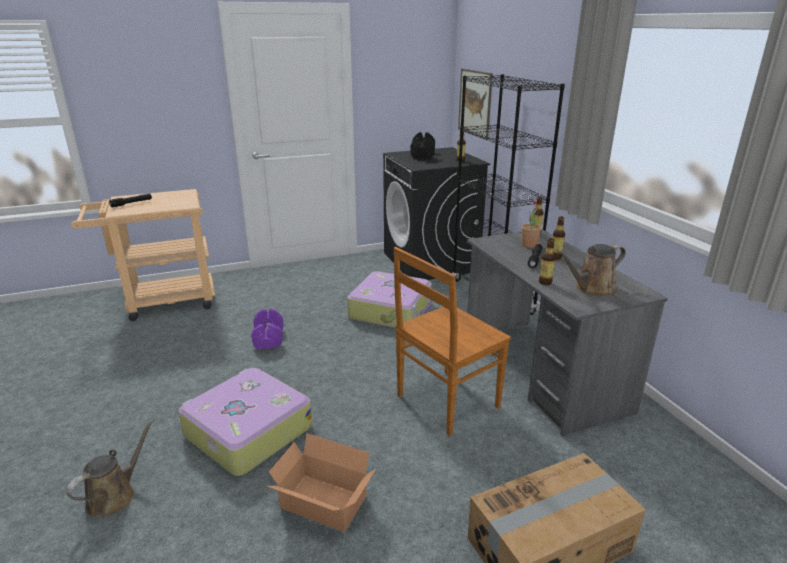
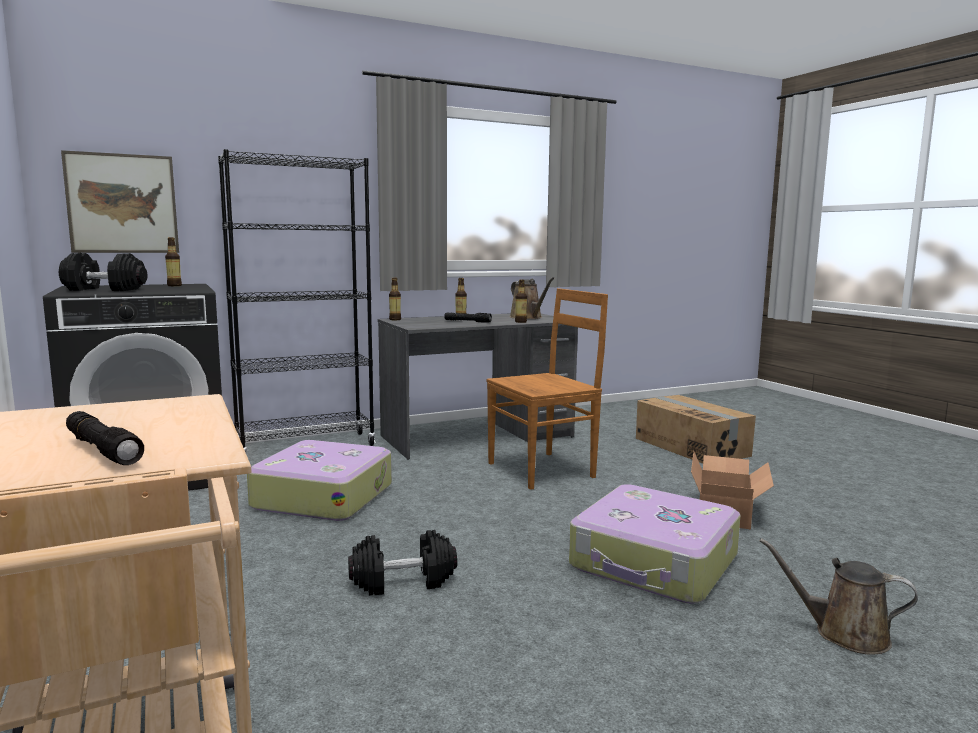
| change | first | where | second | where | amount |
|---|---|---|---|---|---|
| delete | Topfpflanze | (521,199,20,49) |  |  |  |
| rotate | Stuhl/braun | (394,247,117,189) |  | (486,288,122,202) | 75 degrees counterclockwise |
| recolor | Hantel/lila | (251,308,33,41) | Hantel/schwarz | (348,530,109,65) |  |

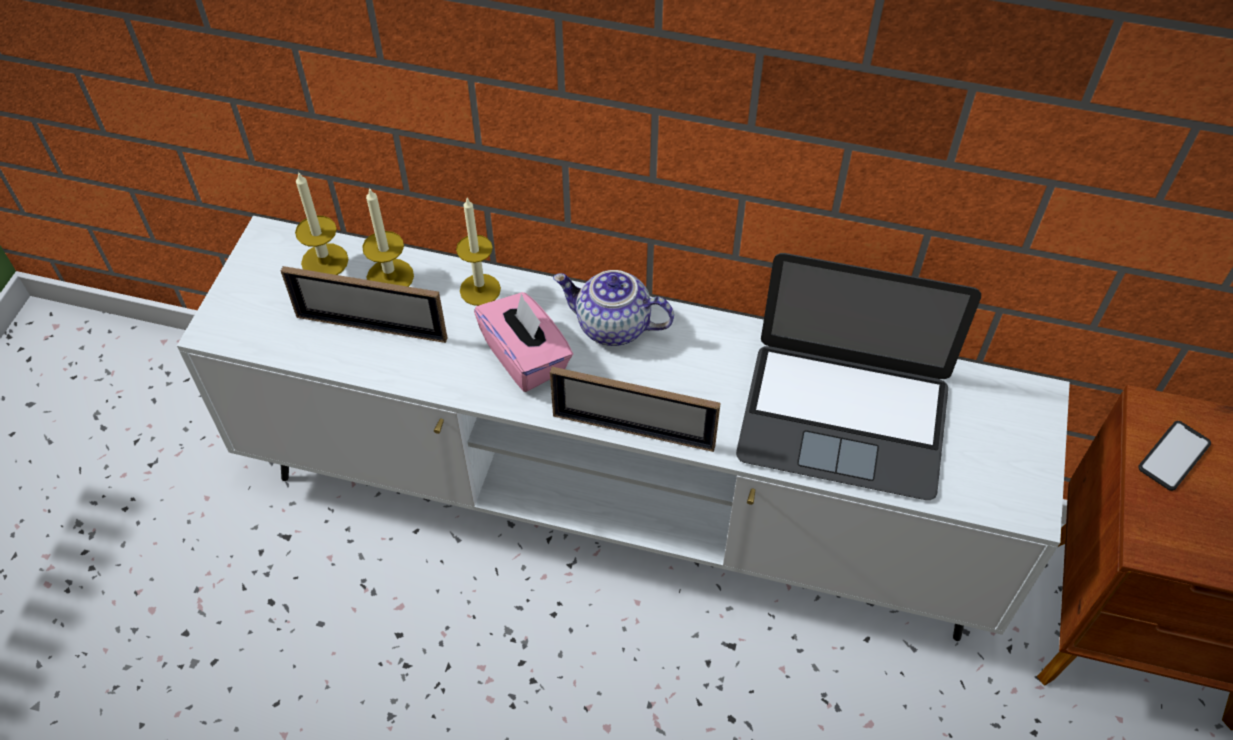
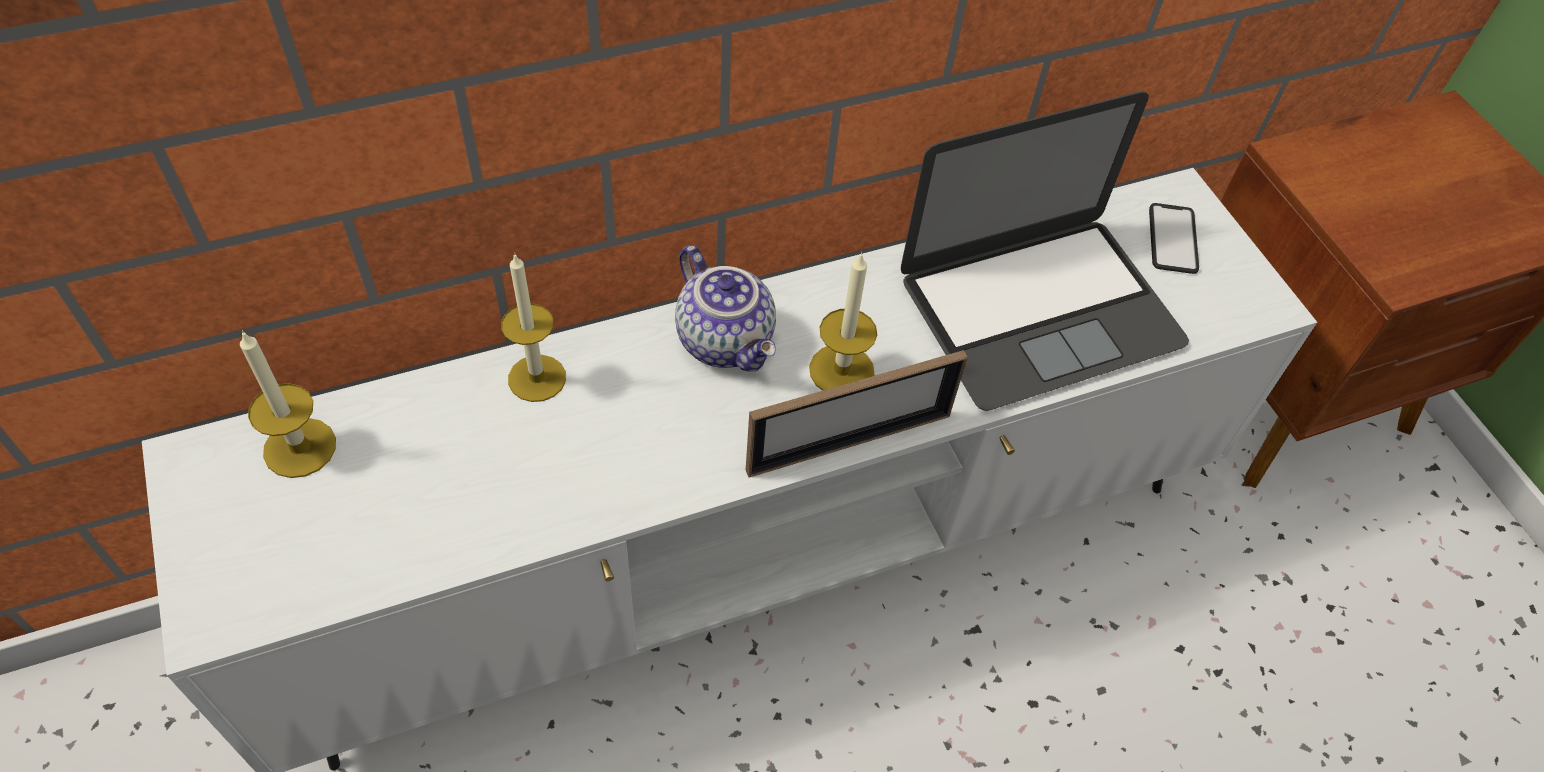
| change | first | where | second | where | amount |
|---|---|---|---|---|---|
| move | Kerze | (362,187,52,100) |  | (809,252,68,139) |  |
| delete | Bilderrahmen | (281,266,166,77) |  |  |  |
| rotate | Teekanne | (553,270,121,76) |  | (675,245,101,127) | 105 degrees counterclockwise |
| delete | Taschentuchbox/rosa | (474,292,99,100) |  |  |  |
| move | Handy | (1138,421,73,70) |  | (1149,203,50,71) |  |

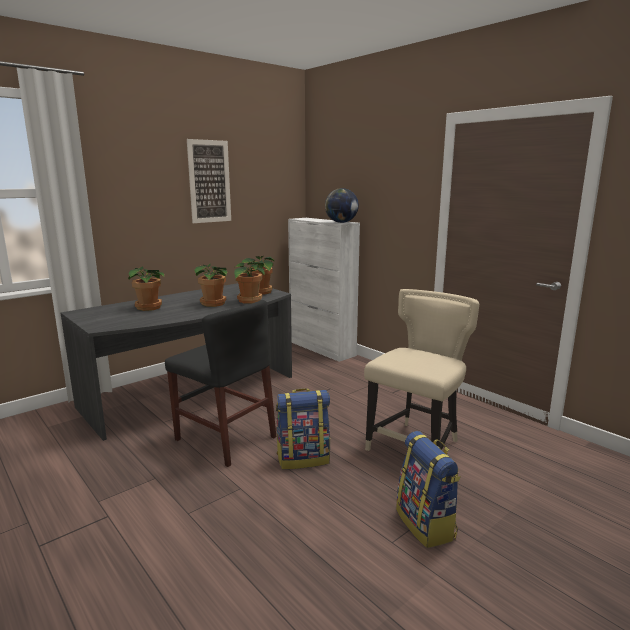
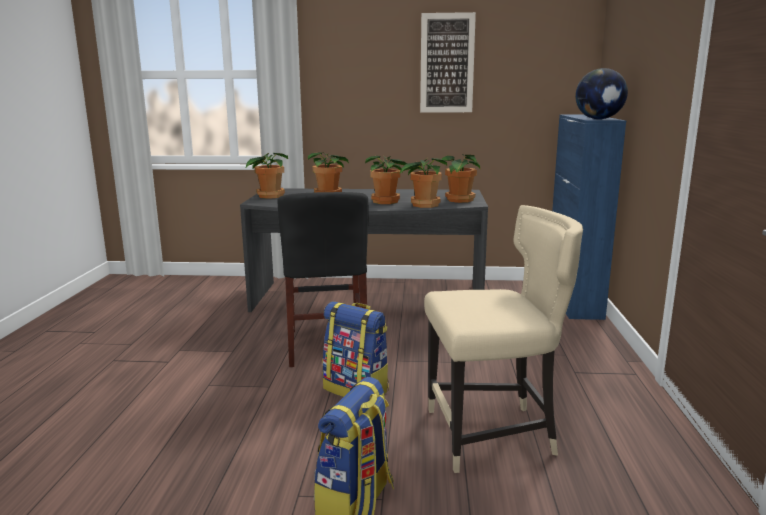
| change | first | where | second | where | amount |
|---|---|---|---|---|---|
| recolor | Schrank/weiß | (288,218,72,144) | Schrank/blau | (552,115,74,205) |  |
| insert |  |  | Topfpflanze | (246,153,42,46) |  |

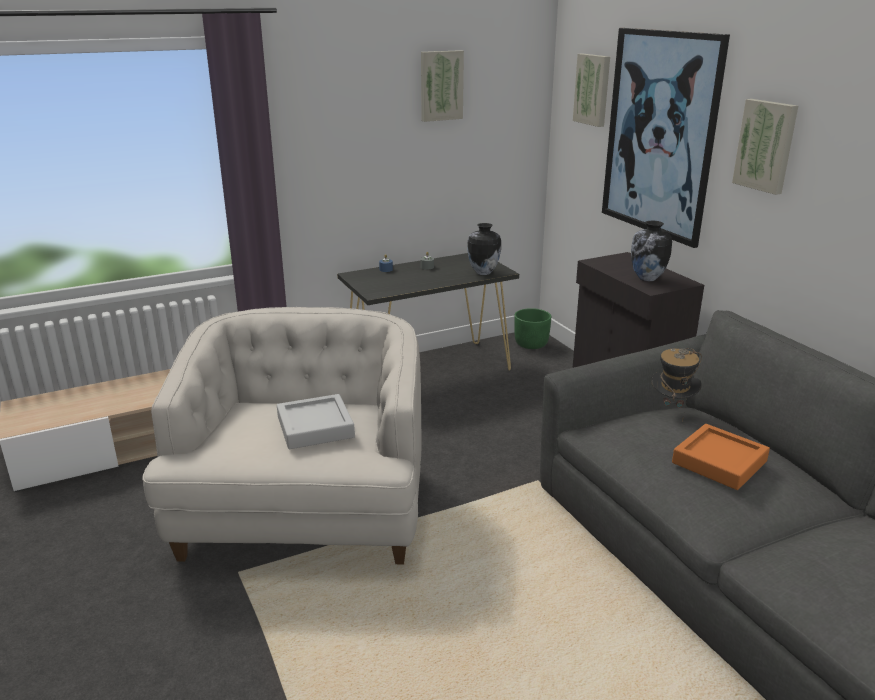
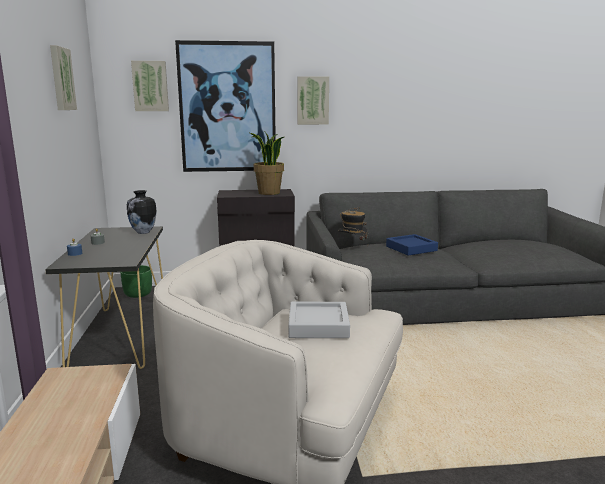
| change | first | where | second | where | amount |
|---|---|---|---|---|---|
| replace | Vase | (631,221,41,60) | Topfpflanze | (250,132,34,63) |  |
| recolor | Tablett/orange | (672,424,98,66) | Tablett/blau | (386,234,52,22) |  |

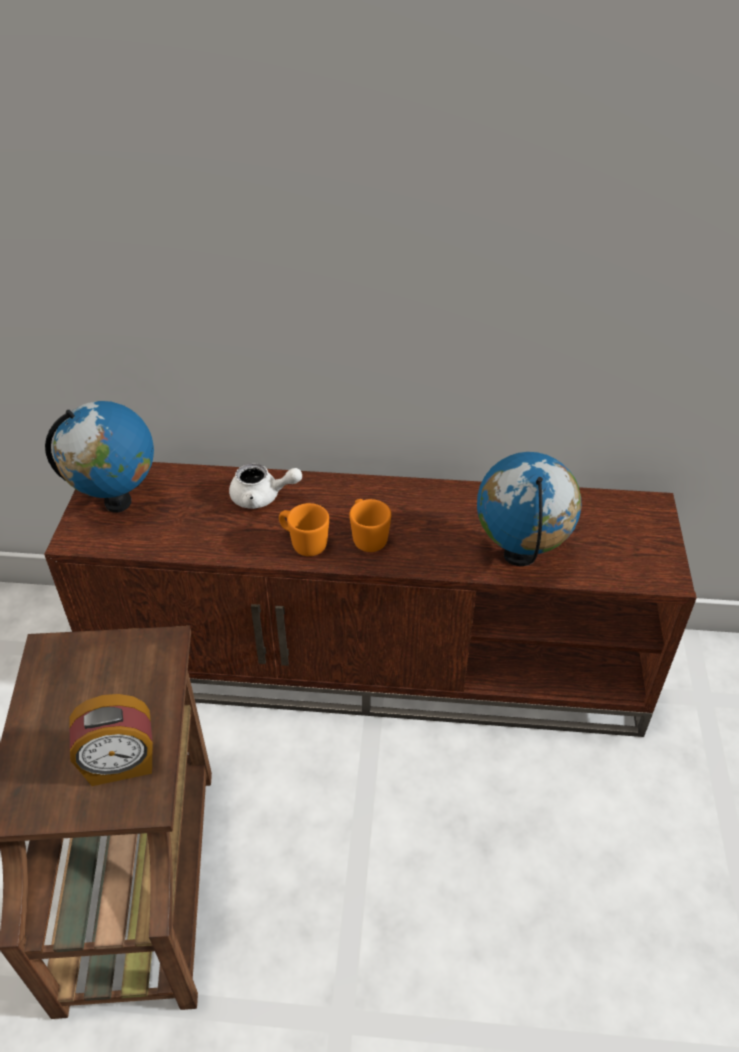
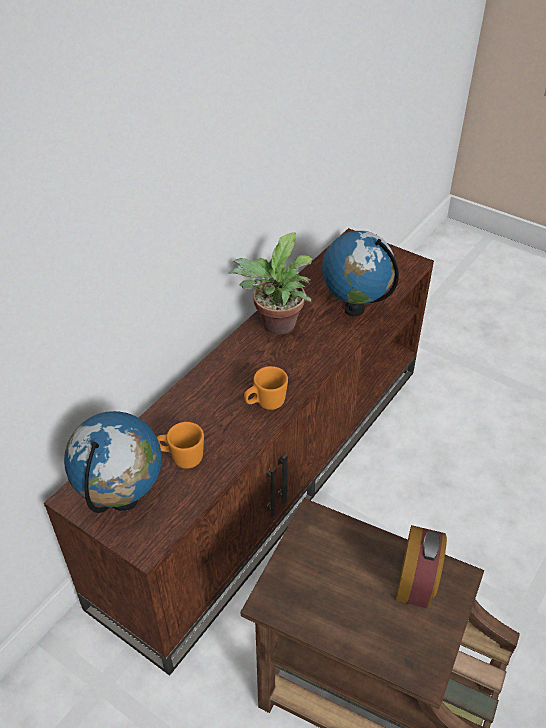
| change | first | where | second | where | amount |
|---|---|---|---|---|---|
| delete | Teekanne/weiß | (229,463,73,46) |  |  |  |
| move | Henkelbecher/orange | (349,499,42,53) |  | (157,422,47,47) |  |
| insert |  |  | Topfpflanze | (228,232,85,103) |  |

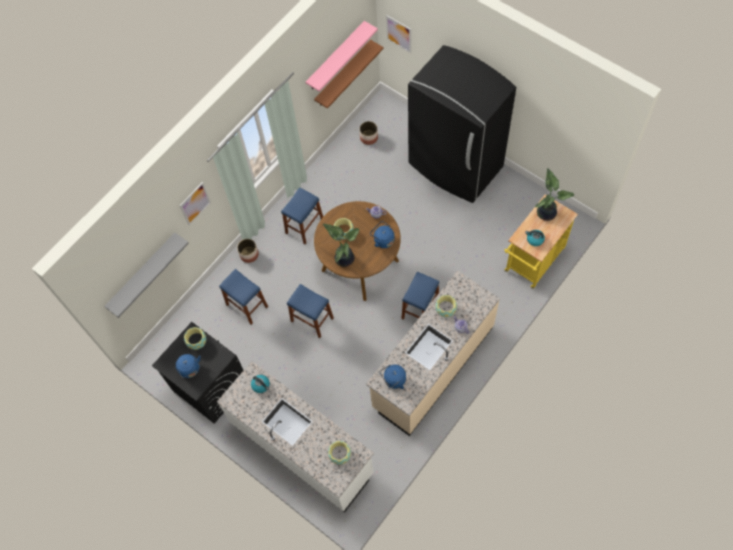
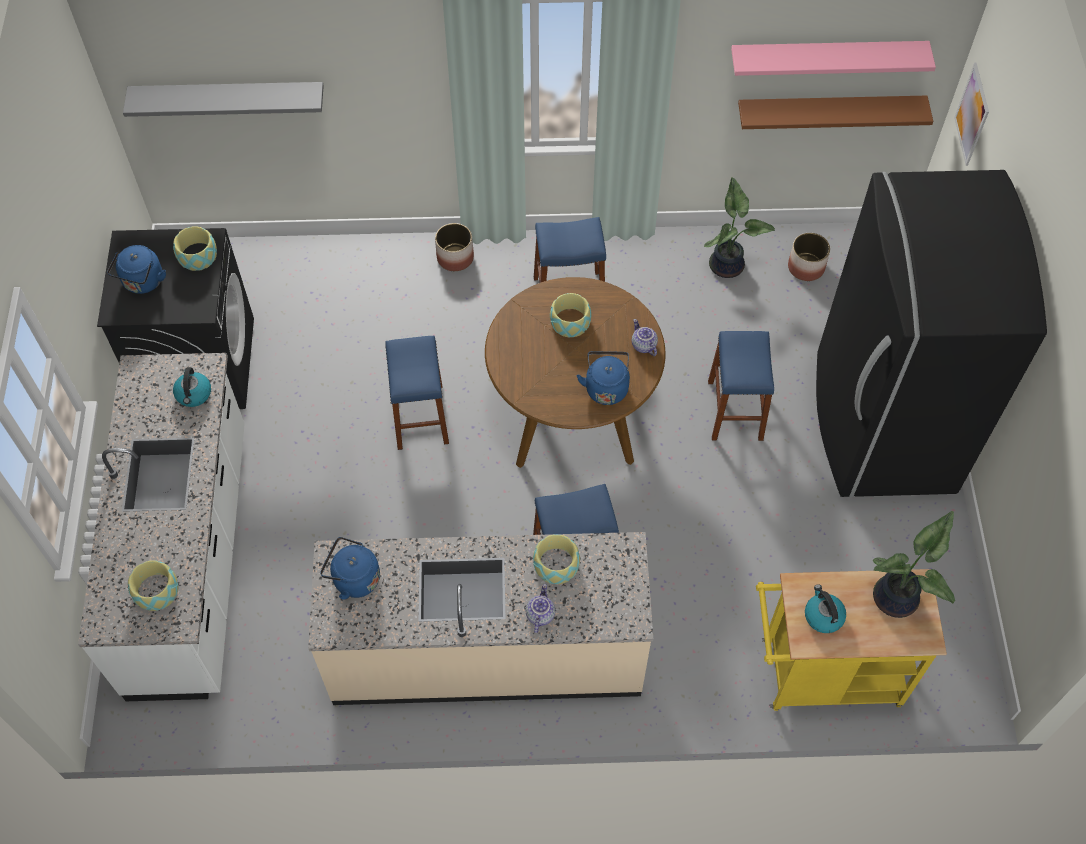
| change | first | where | second | where | amount |
|---|---|---|---|---|---|
| delete | Bild | (180,182,31,43) |  |  |  |
| move | Topfpflanze | (323,224,36,43) |  | (704,177,71,101) |  |
| move | Hocker/blau | (219,269,49,56) |  | (708,331,66,110) |  |

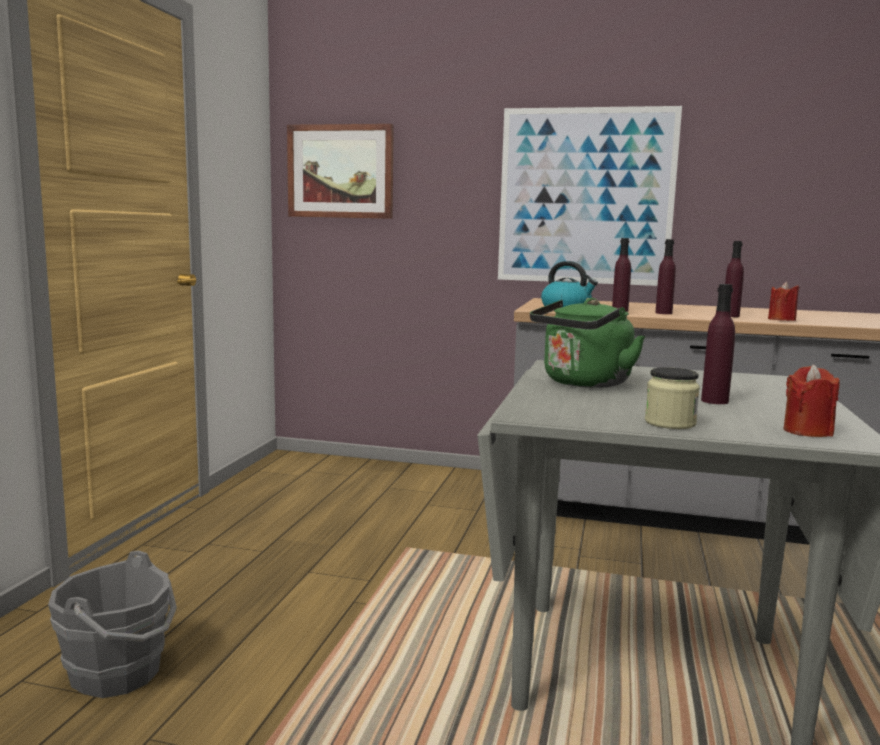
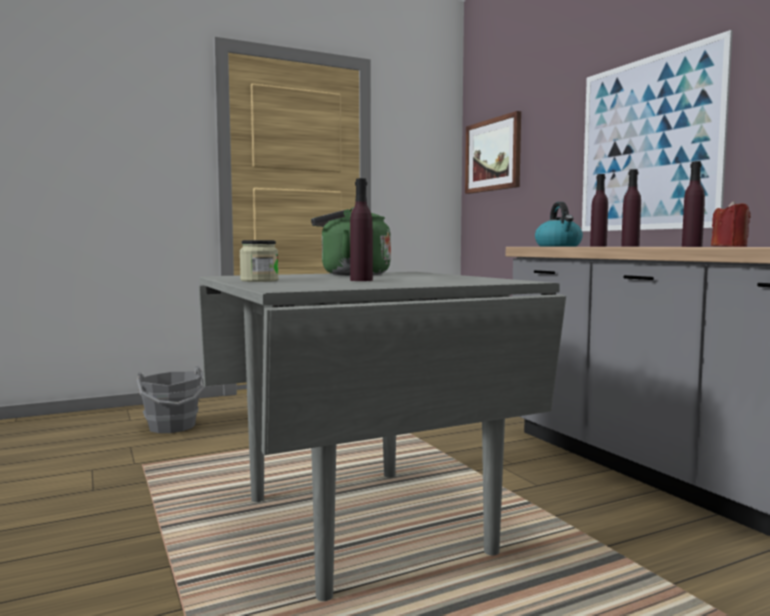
| change | first | where | second | where | amount |
|---|---|---|---|---|---|
| delete | Kerze/rot | (784,364,56,73) |  |  |  |

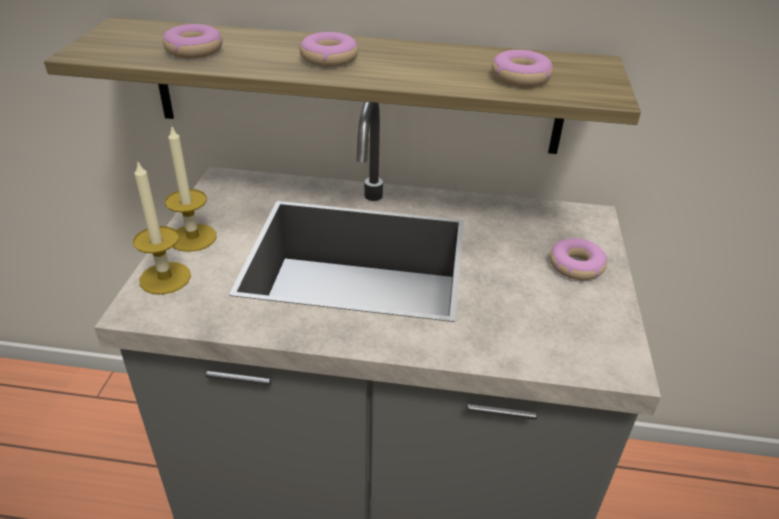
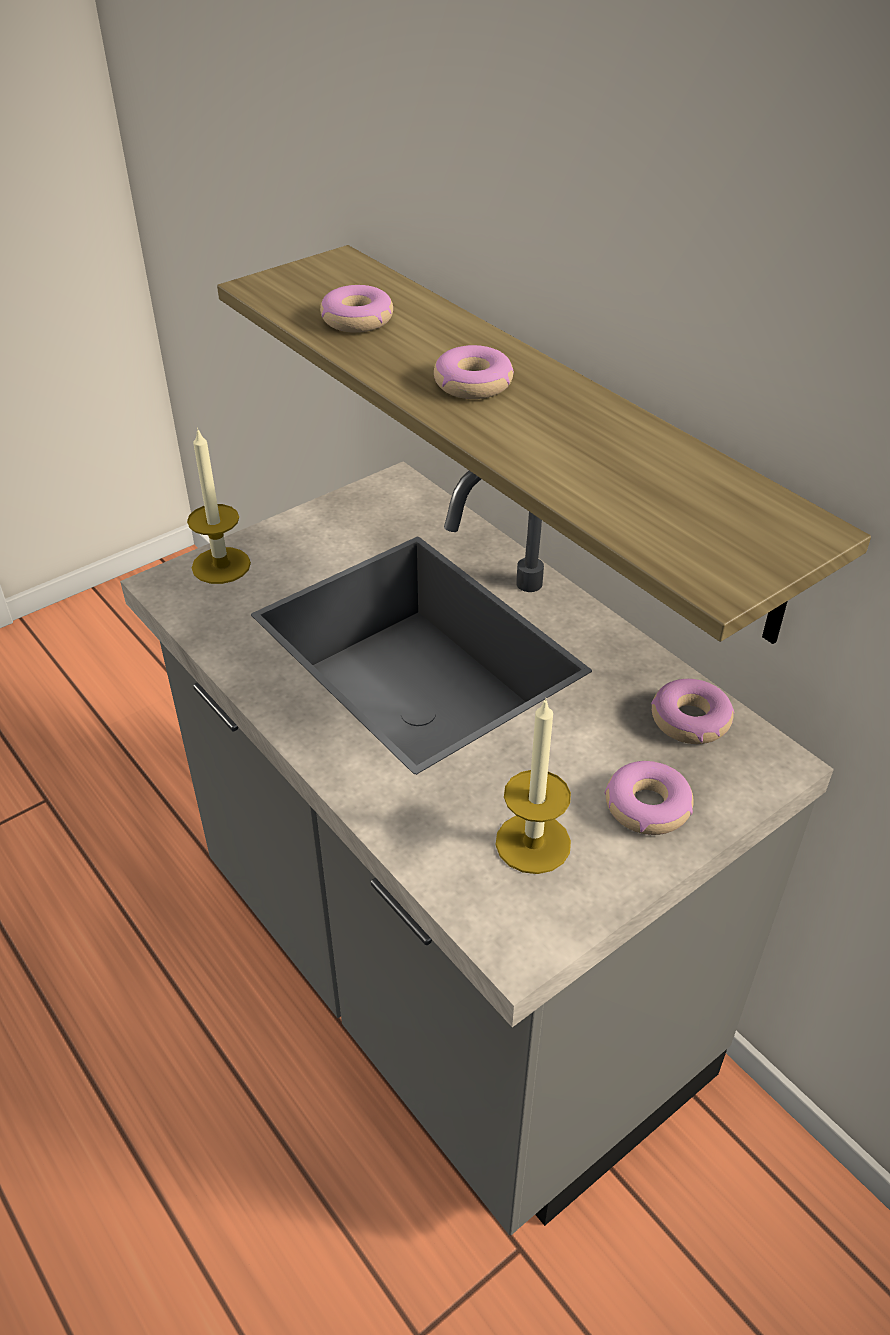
| change | first | where | second | where | amount |
|---|---|---|---|---|---|
| move | Donut | (491,50,62,37) |  | (651,679,83,65) |  |
| move | Kerze | (165,125,51,127) |  | (496,698,75,176) |  |

